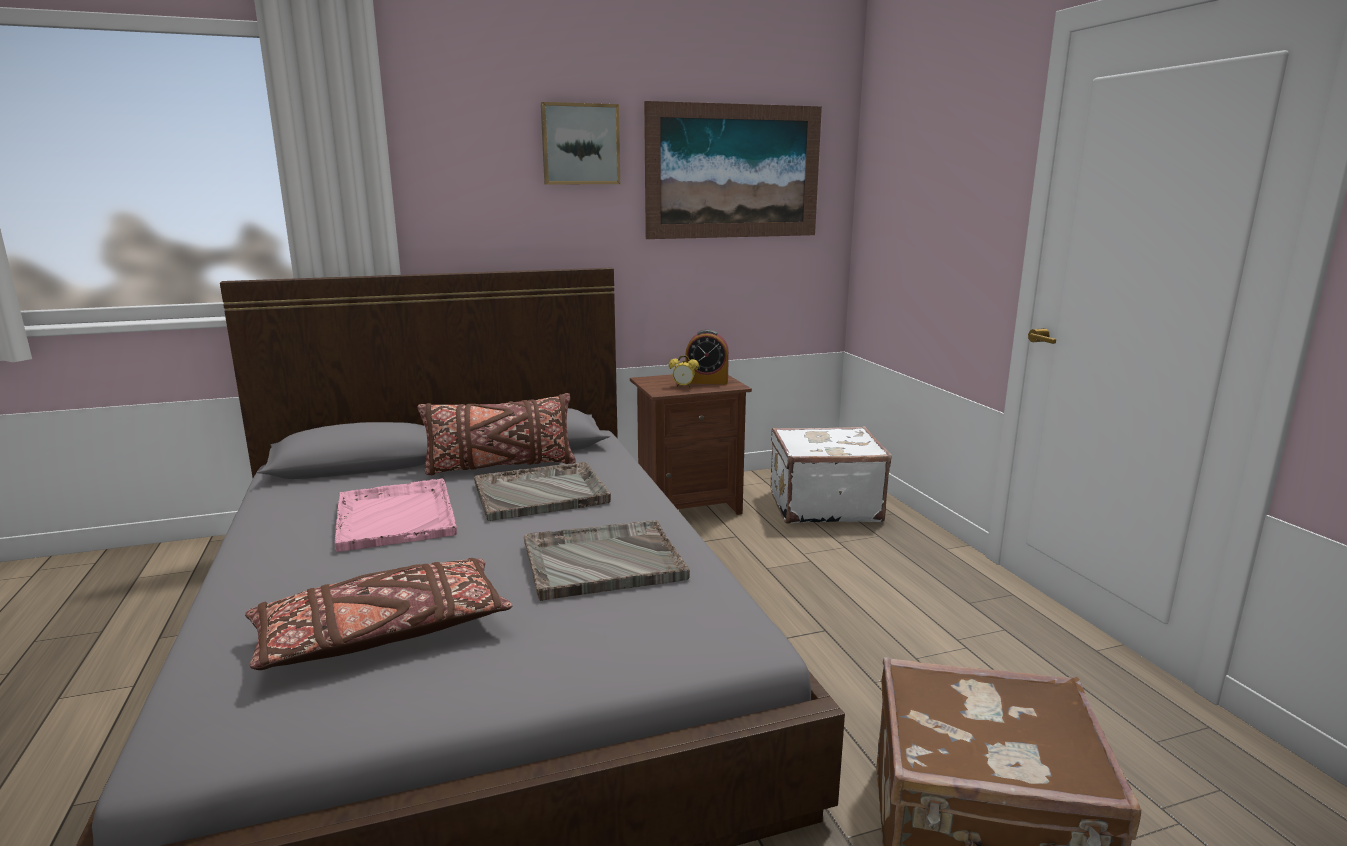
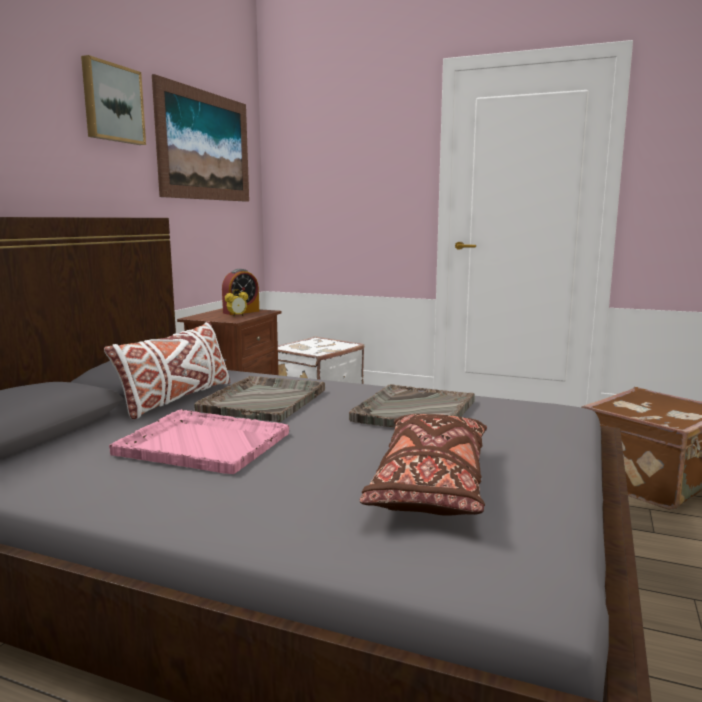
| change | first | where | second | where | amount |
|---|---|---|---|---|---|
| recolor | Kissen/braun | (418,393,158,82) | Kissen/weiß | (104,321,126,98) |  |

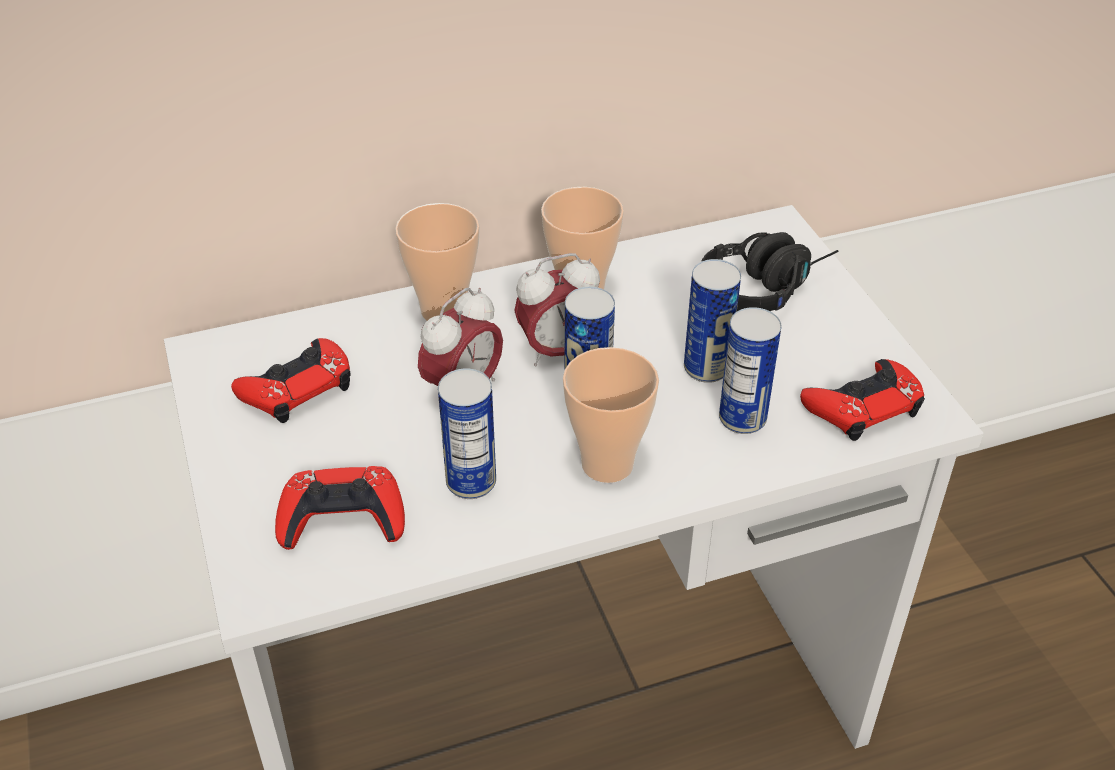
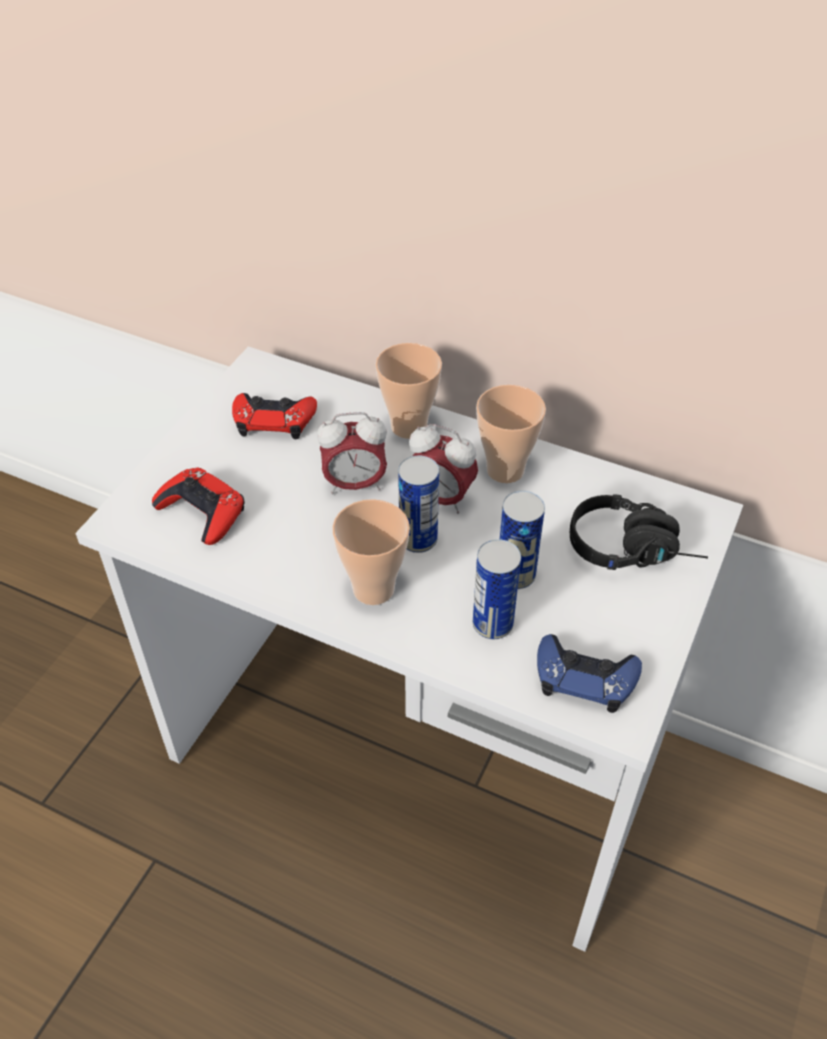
| change | first | where | second | where | amount |
|---|---|---|---|---|---|
| recolor | Gamepad/rot | (800,359,125,82) | Gamepad/blau | (537,634,105,79) |  |
| delete | Dose | (438,369,58,130) |  |  |  |

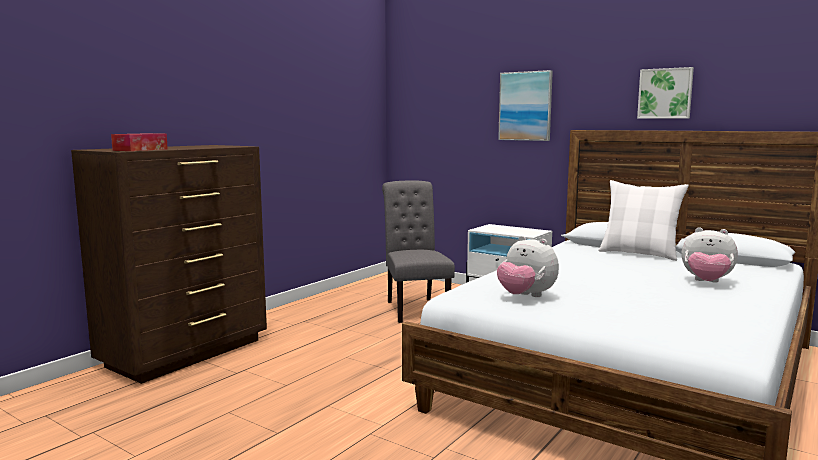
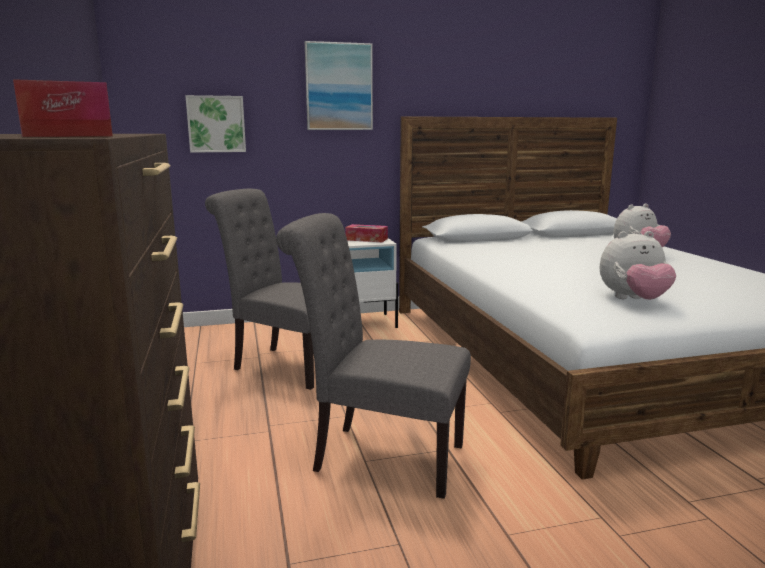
| change | first | where | second | where | amount |
|---|---|---|---|---|---|
| move | Bild | (637,67,57,52) |  | (185,95,61,58) |  |
| delete | Kissen/weiß | (598,180,91,81) |  |  |  |
| insert |  |  | Stuhl/grau | (276,213,195,286) |  |
| insert |  |  | Taschentuchbox | (345,224,43,18) |  |

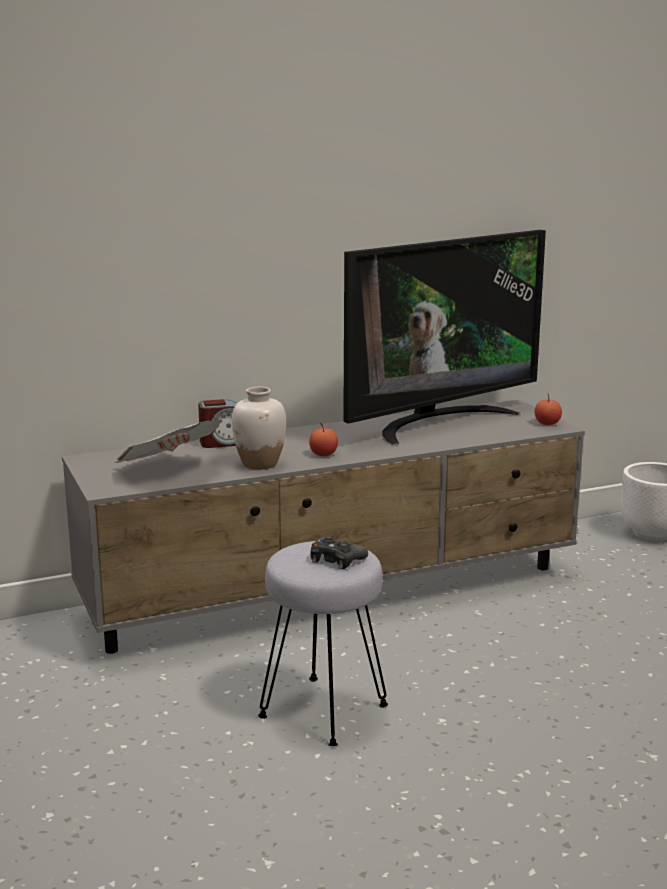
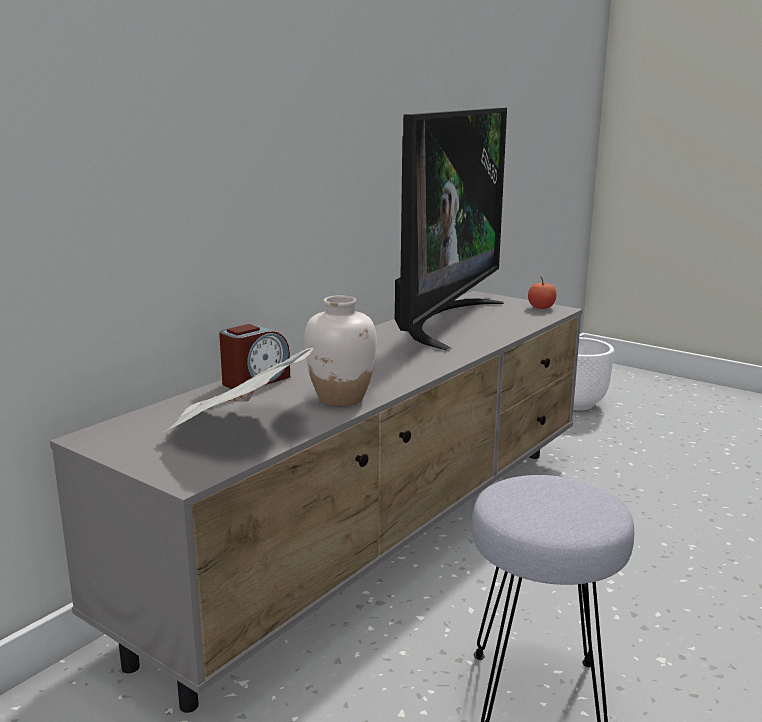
| change | first | where | second | where | amount |
|---|---|---|---|---|---|
| delete | Apfel | (309,423,29,33) |  |  |  |
| delete | Gamepad/schwarz | (310,536,58,33) |  |  |  |

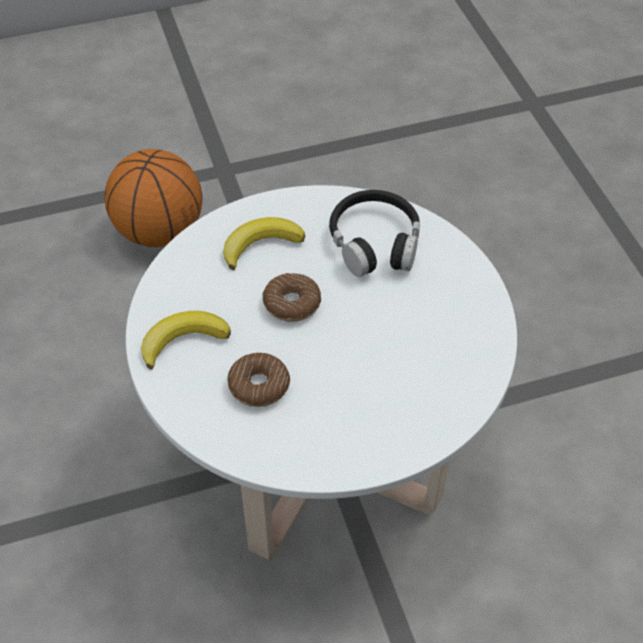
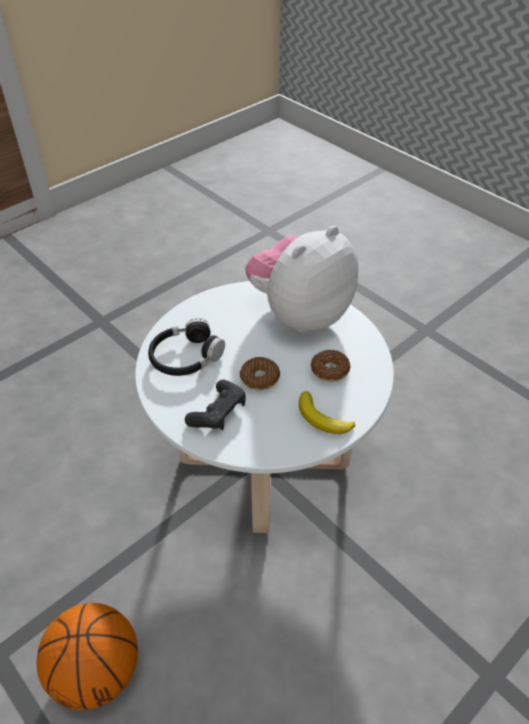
| change | first | where | second | where | amount |
|---|---|---|---|---|---|
| replace | Banane | (223,217,82,53) | Gamepad/schwarz | (185,380,61,50) |  |
| insert |  |  | Plüschtier | (245,226,113,107) |  |

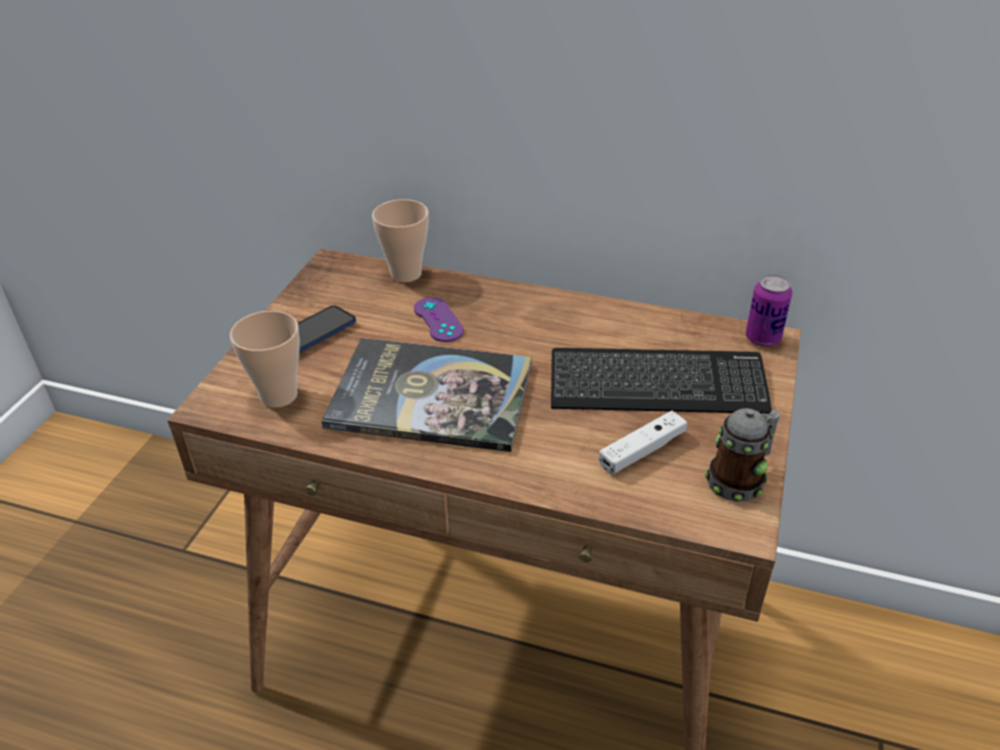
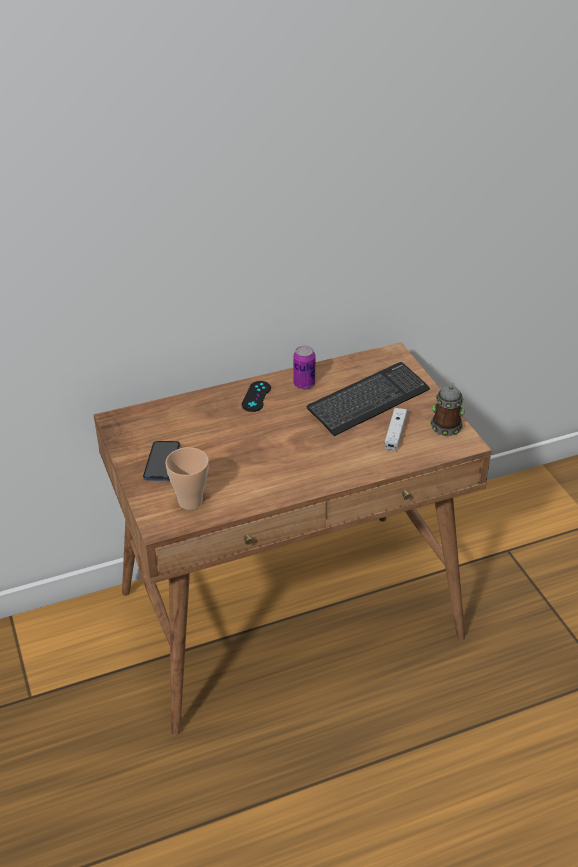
| change | first | where | second | where | amount |
|---|---|---|---|---|---|
| delete | Tasse | (372,199,56,83) |  |  |  |
| move | Dose | (746,274,46,73) |  | (293,346,23,43) |  |
| delete | Gamepad/lila | (414,297,50,45) |  |  |  |
| delete | Buch | (322,338,210,114) |  |  |  |
| insert |  |  | Gamepad/schwarz | (242,381,29,31) |  |

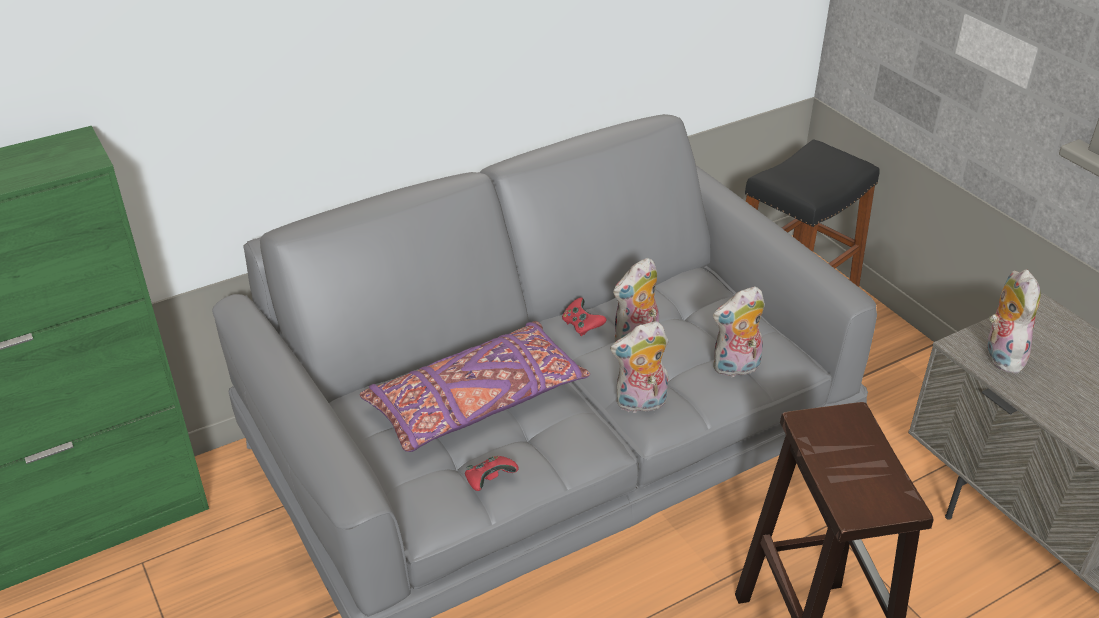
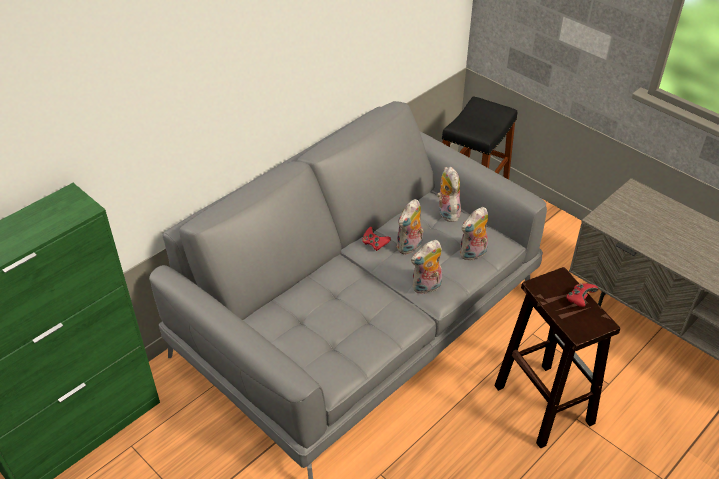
| change | first | where | second | where | amount |
|---|---|---|---|---|---|
| move | Plüschtier | (986,269,55,104) |  | (437,167,24,55) |  |
| delete | Kissen/lila | (360,321,230,131) |  |  |  |
| move | Gamepad/rot | (465,456,54,35) |  | (566,283,33,24) |  |

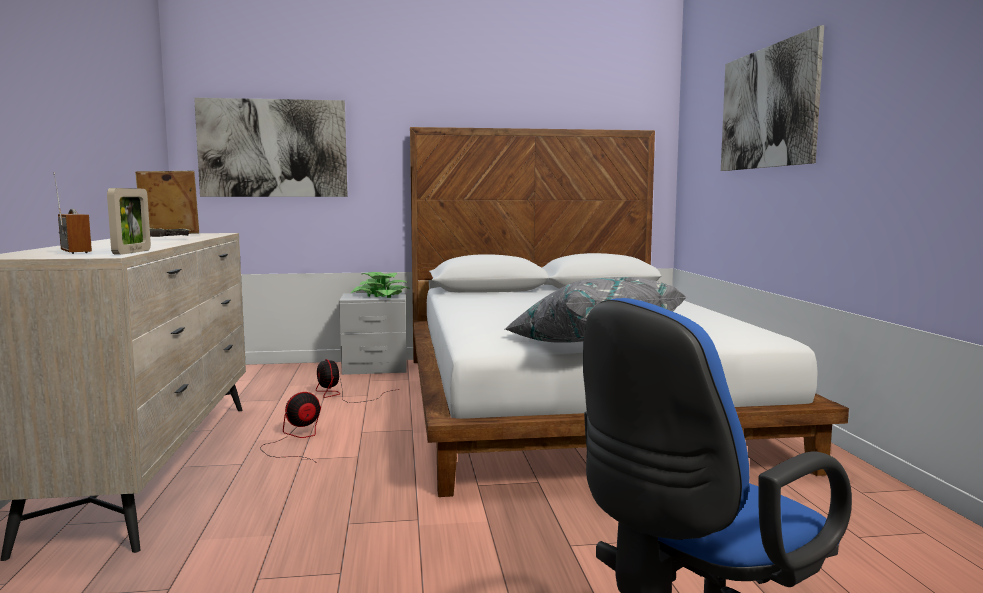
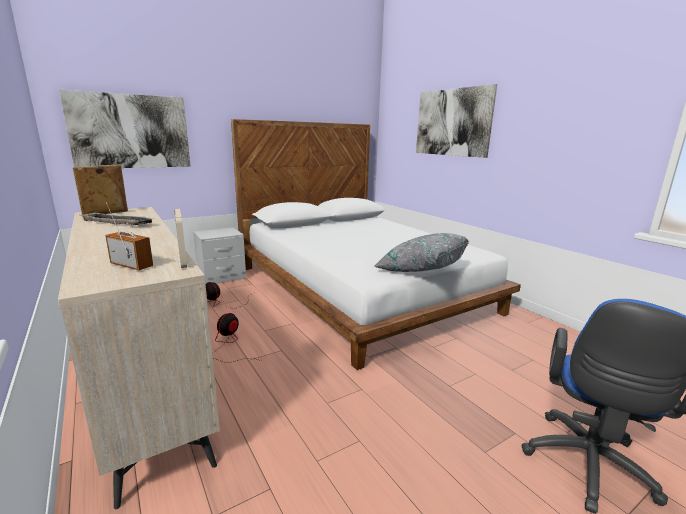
| change | first | where | second | where | amount |
|---|---|---|---|---|---|
| delete | Topfpflanze | (350,272,60,26) |  |  |  |

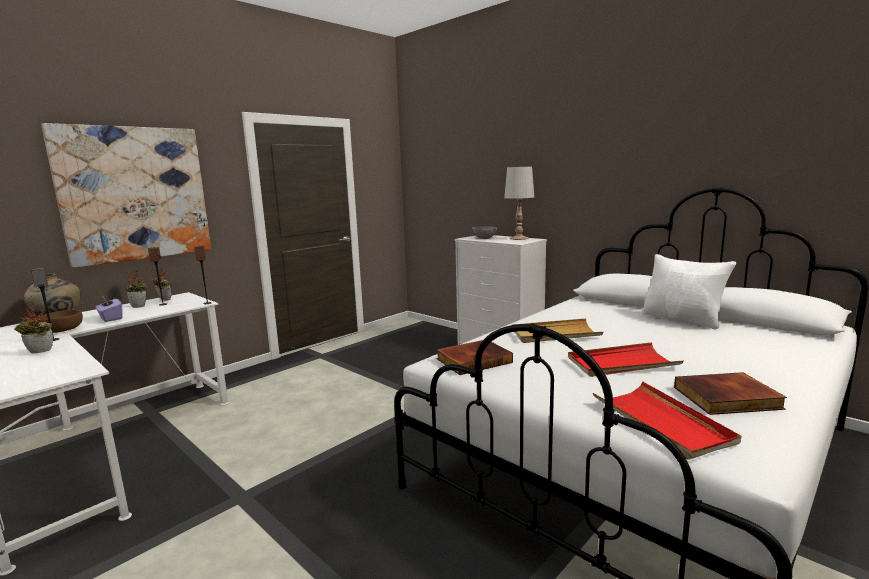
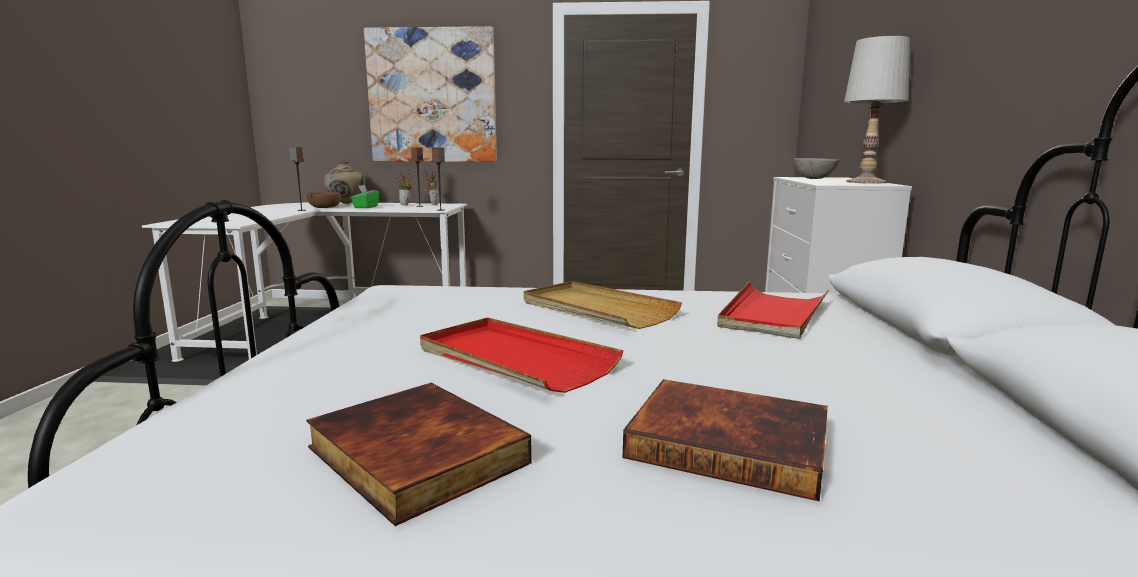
| change | first | where | second | where | amount |
|---|---|---|---|---|---|
| delete | Kissen/weiß | (642,254,94,75) |  |  |  |
| recolor | Taschentuchbox/lila | (96,297,27,25) | Taschentuchbox/grün | (351,185,28,23) |  |
| delete | Topfpflanze | (14,306,39,47) |  |  |  |
| move | Buch | (437,340,76,35) |  | (623,379,205,122) |  |
| move | Tablett/rot | (593,381,148,79) |  | (717,281,112,58) |  |

